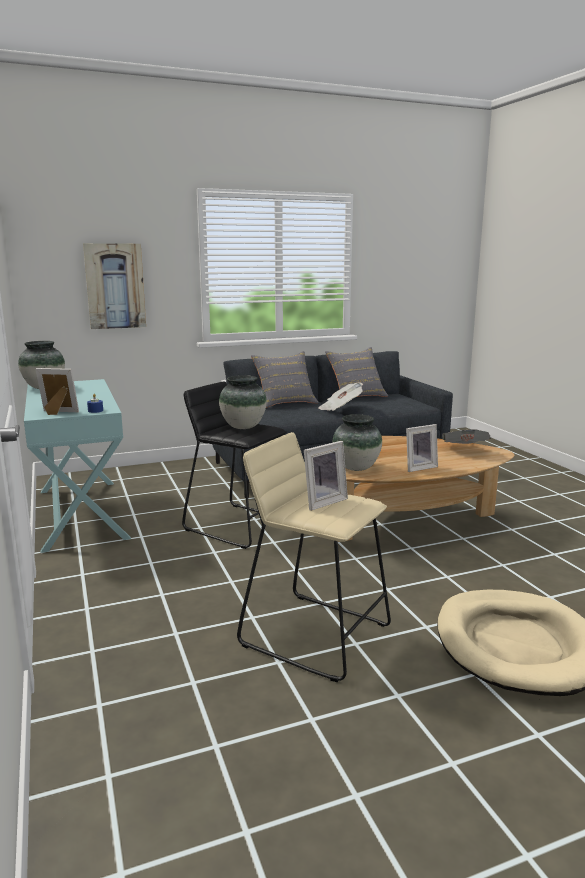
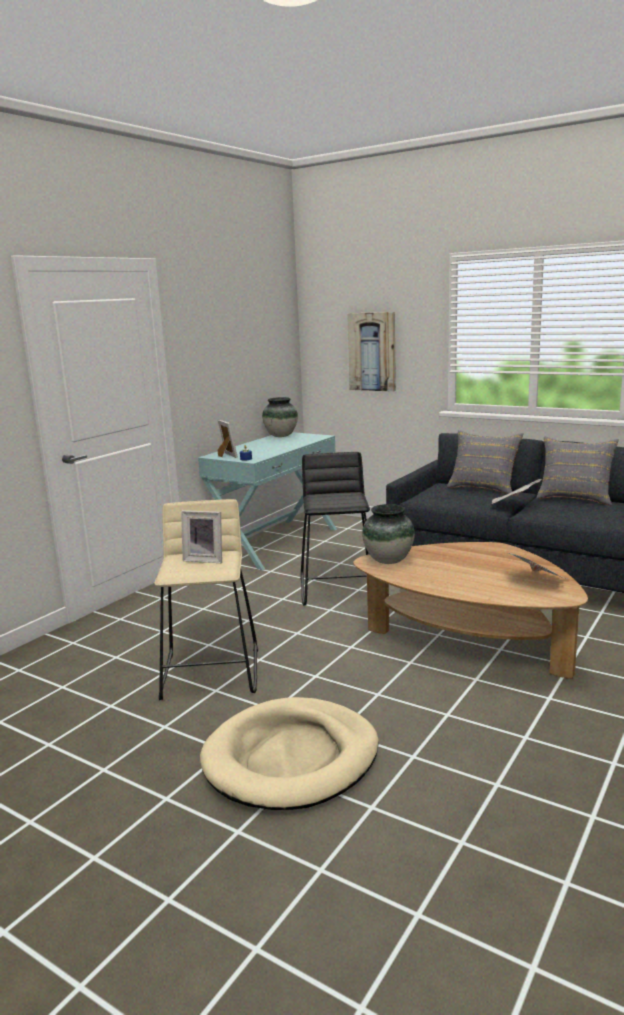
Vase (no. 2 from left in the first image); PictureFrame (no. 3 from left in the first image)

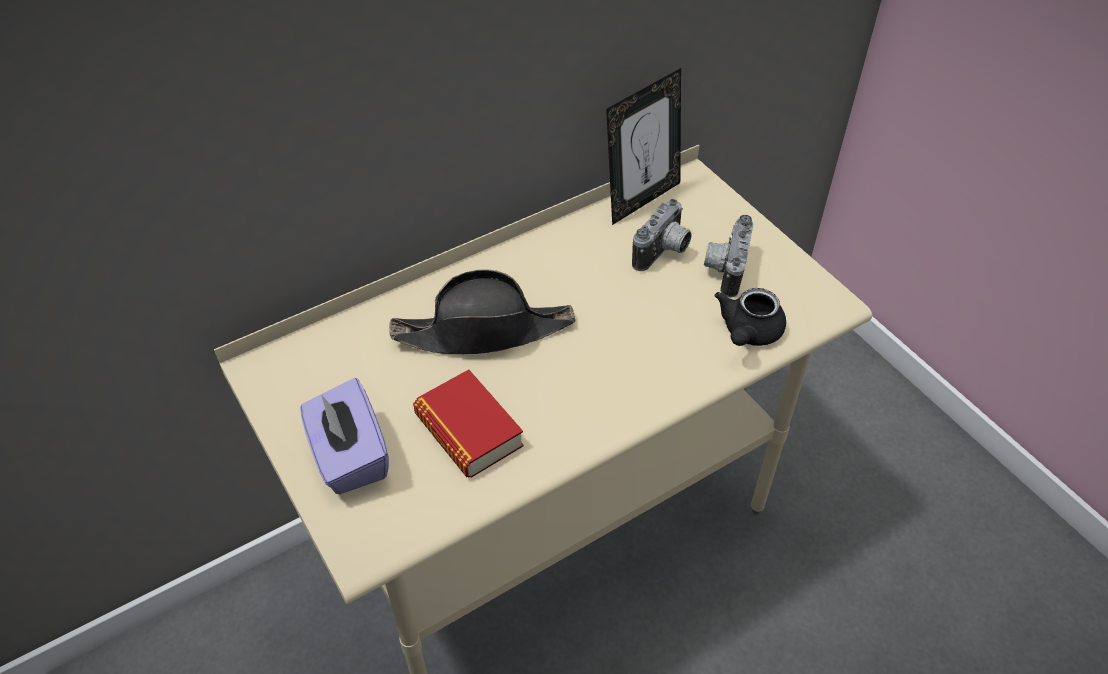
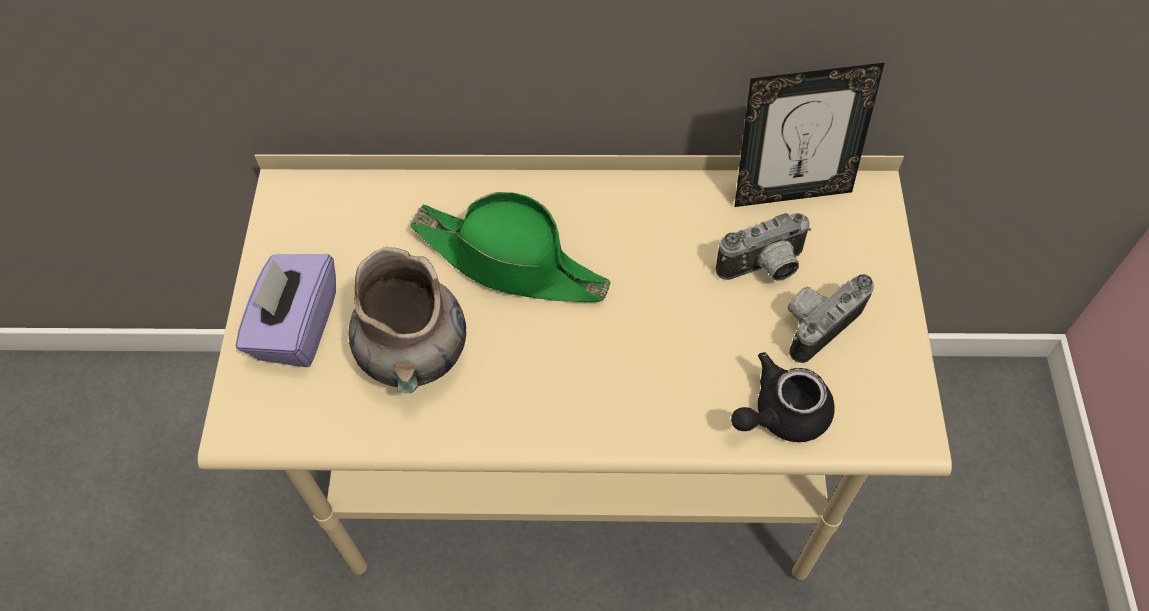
GreenHat; GreyVase

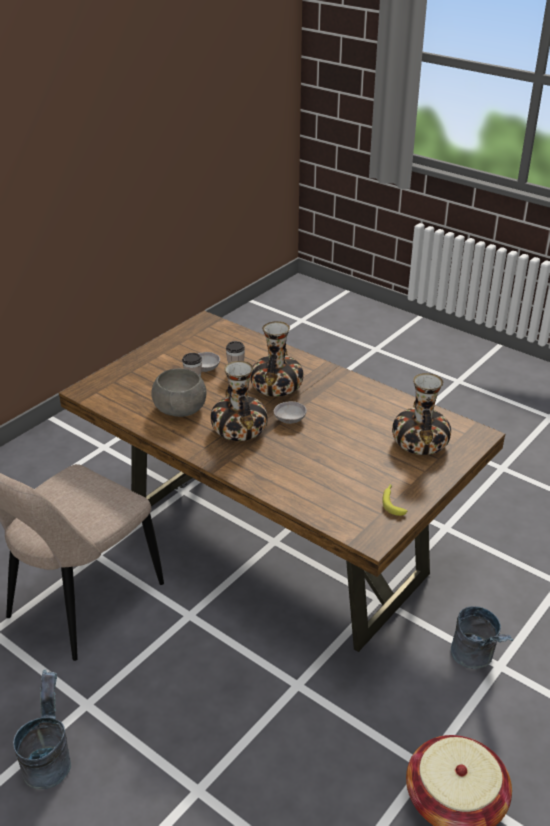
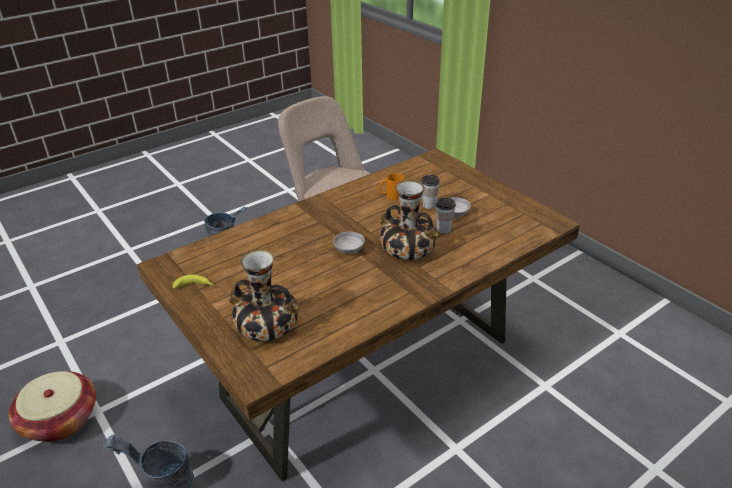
OrangeMug; Vase (no. 1 from left in the first image)

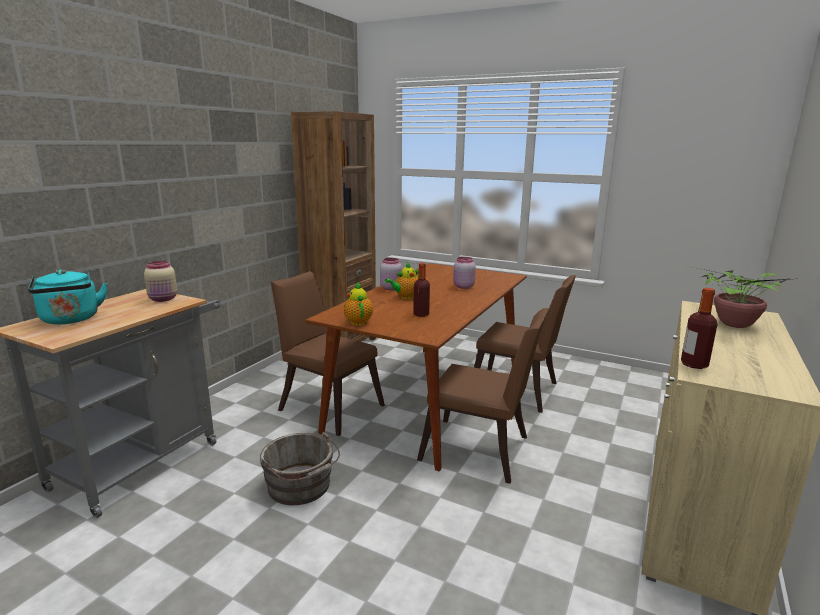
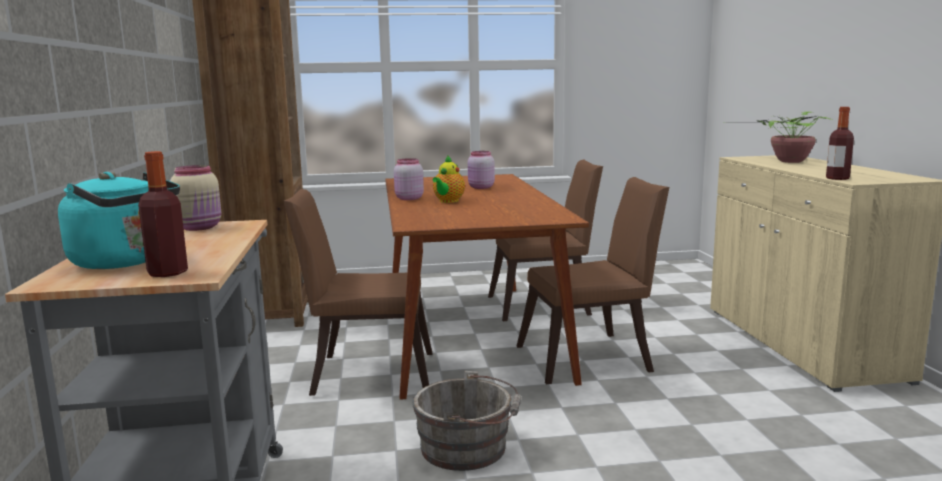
Teapot (no. 1 from left in the first image); Bottle (no. 1 from left)

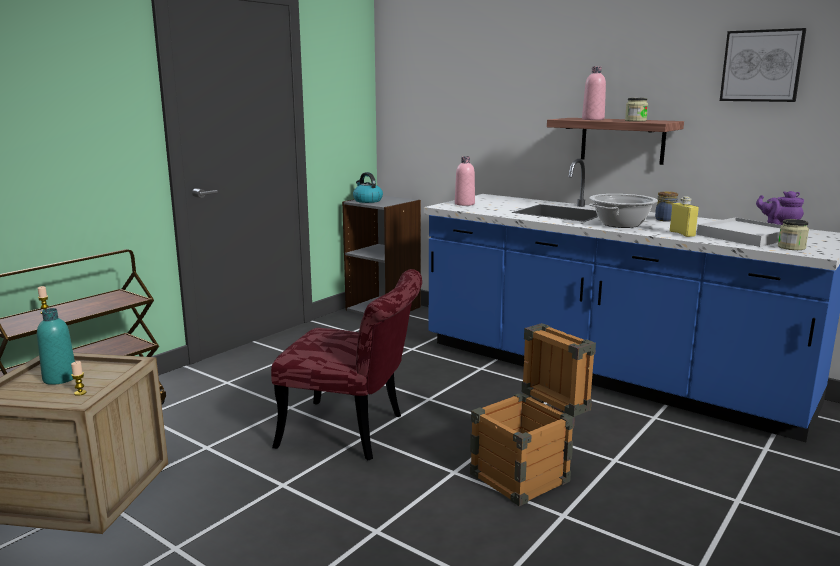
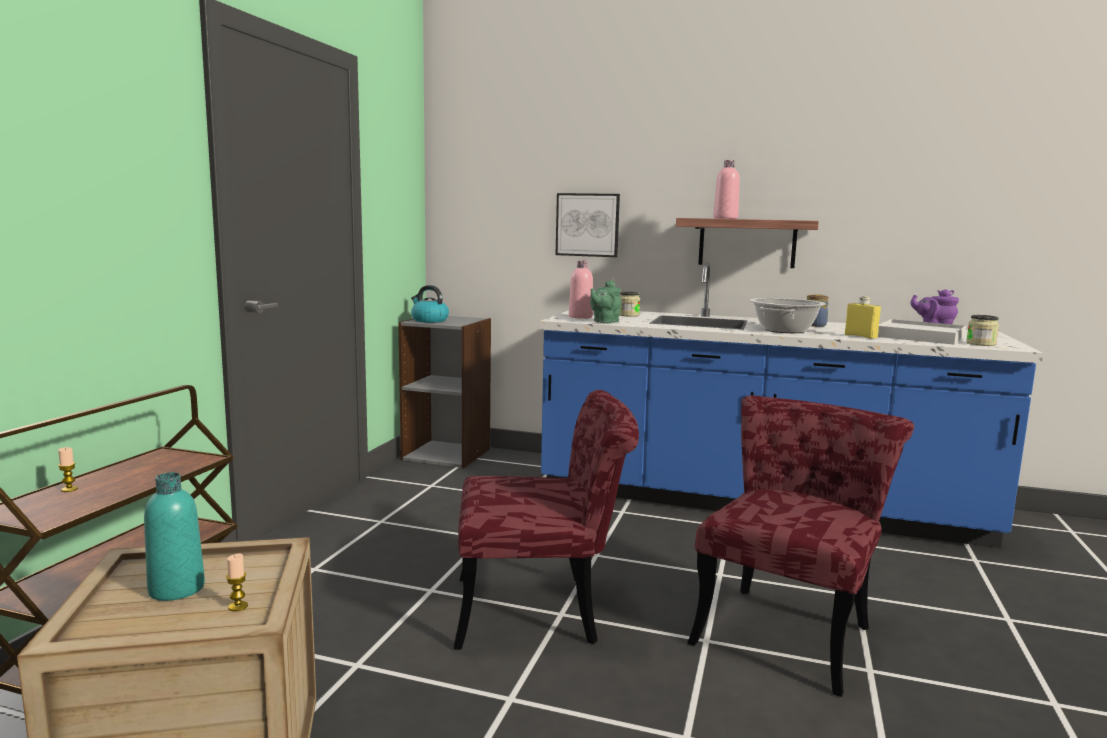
RedChair (no. 2 from left); Jar (no. 1 from left); Picture; GreenTeapot

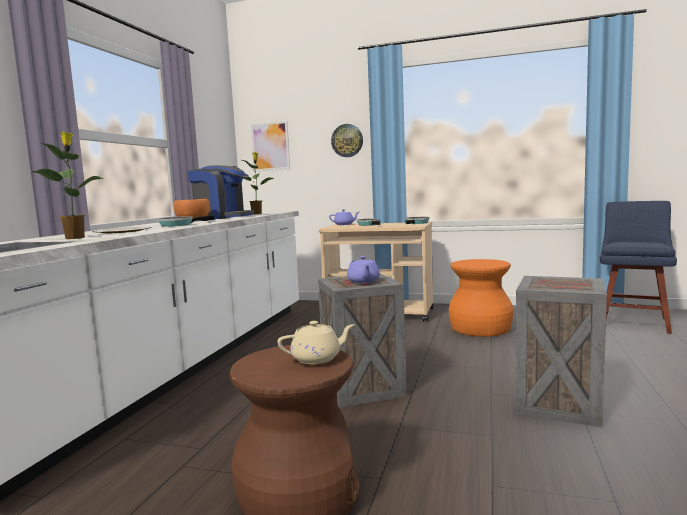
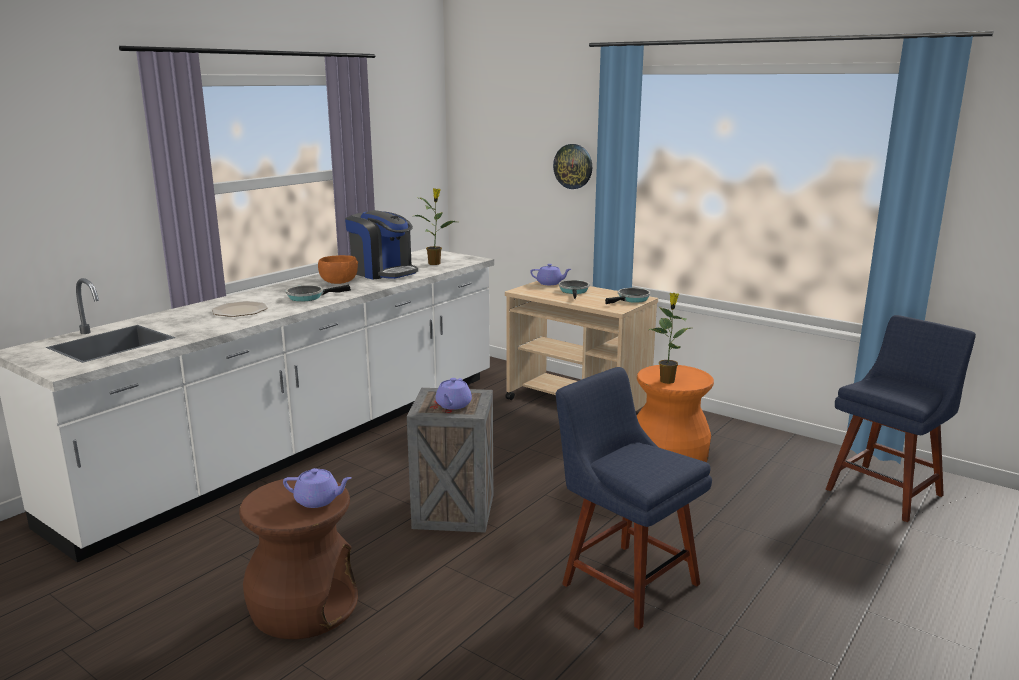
PottedPlant (no. 2 from left); Picture; PurpleTeapot (no. 1 from left); BlueChair (no. 1 from left)

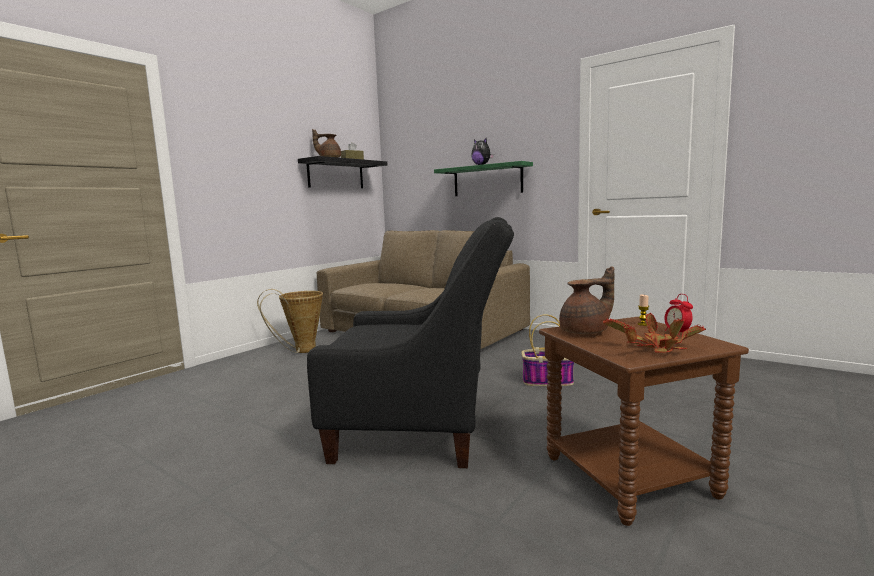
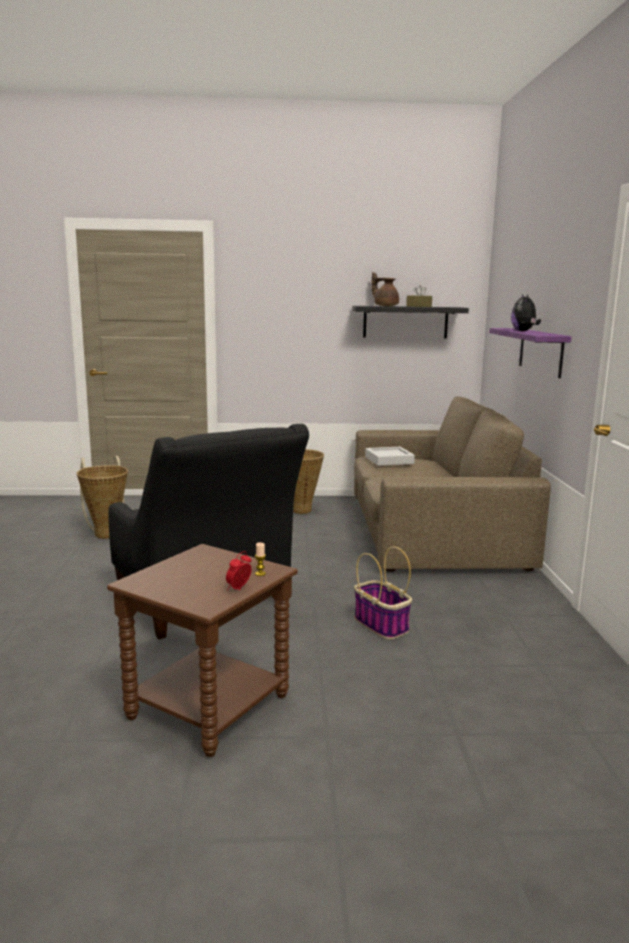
PurpleShelf; BrownTeapot (no. 2 from left in the first image); PottedPlant; Basket (no. 1 from left); GreyTray

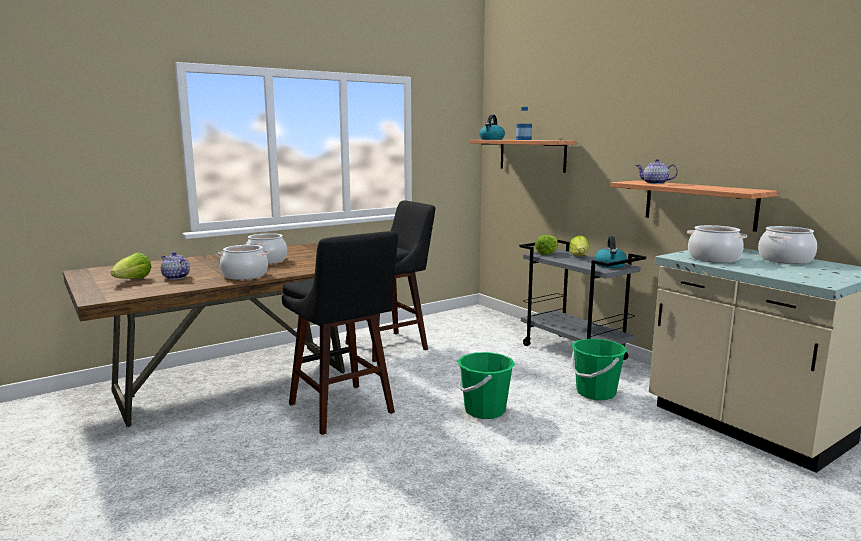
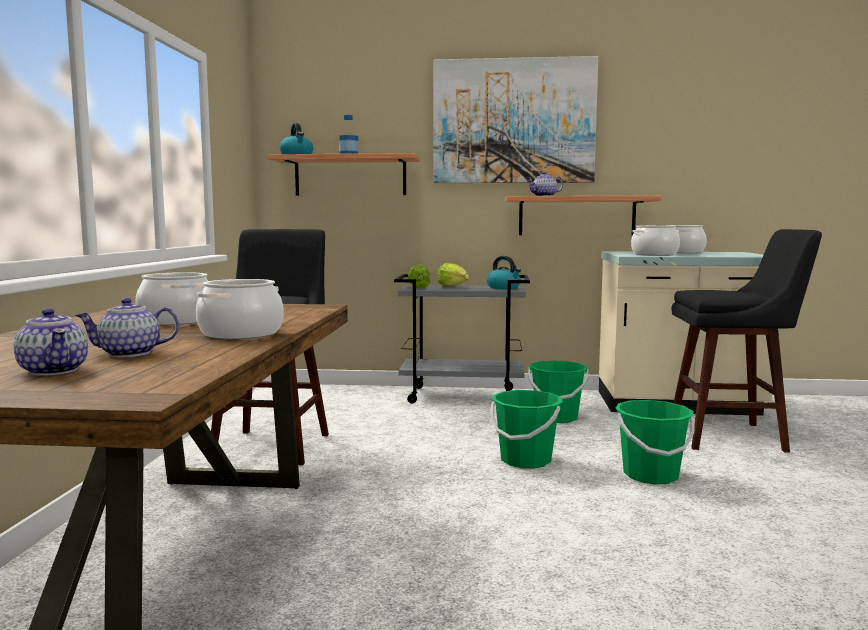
Teapot (no. 1 from left); BlackStool (no. 2 from left); Picture; GreenBucket (no. 3 from left)

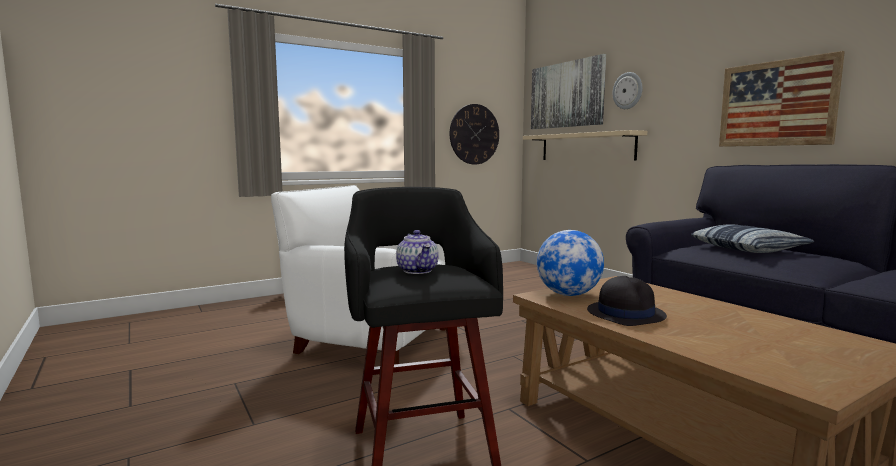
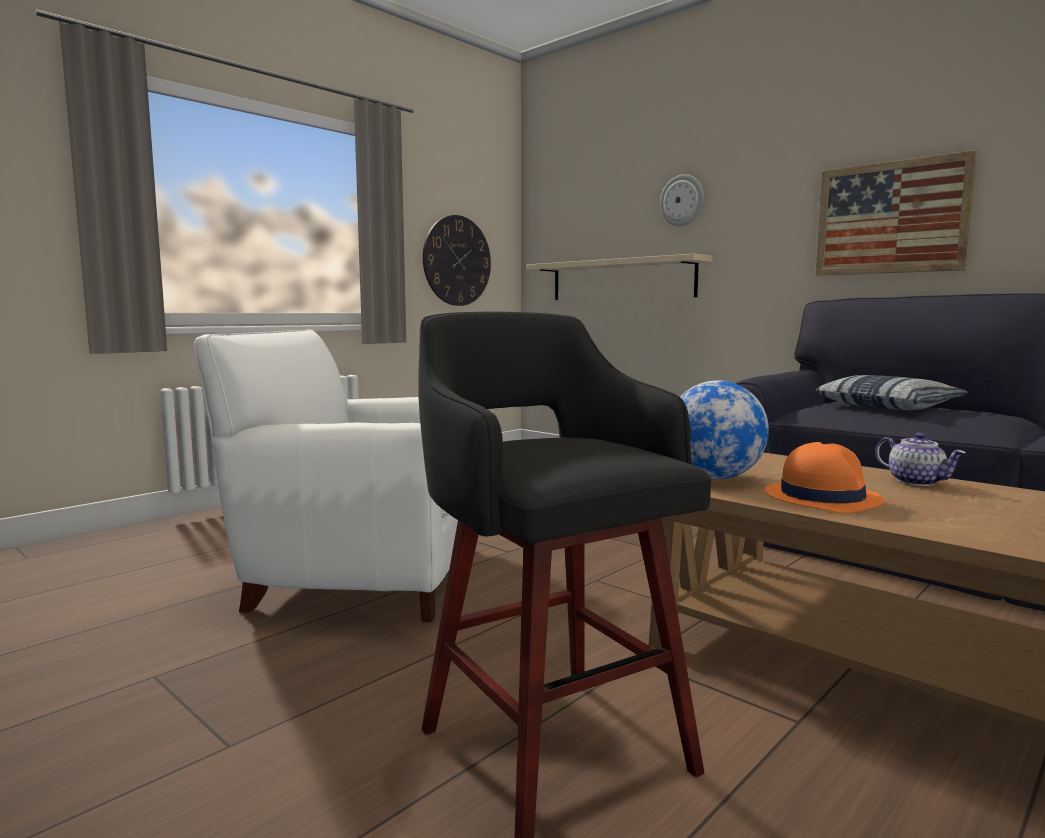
Teapot; Picture (no. 1 from left in the first image); OrangeHat

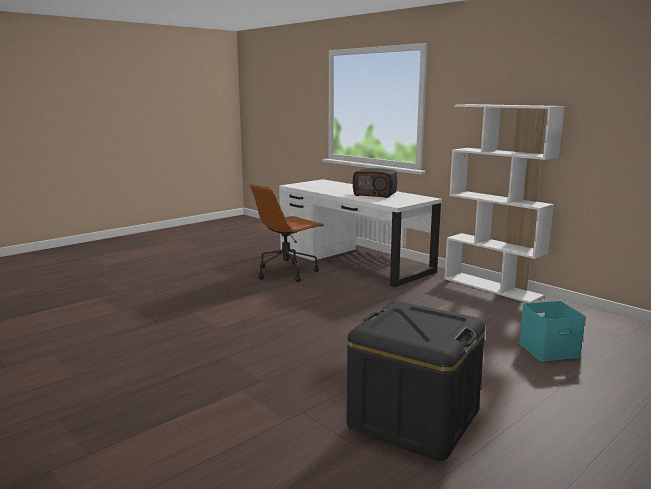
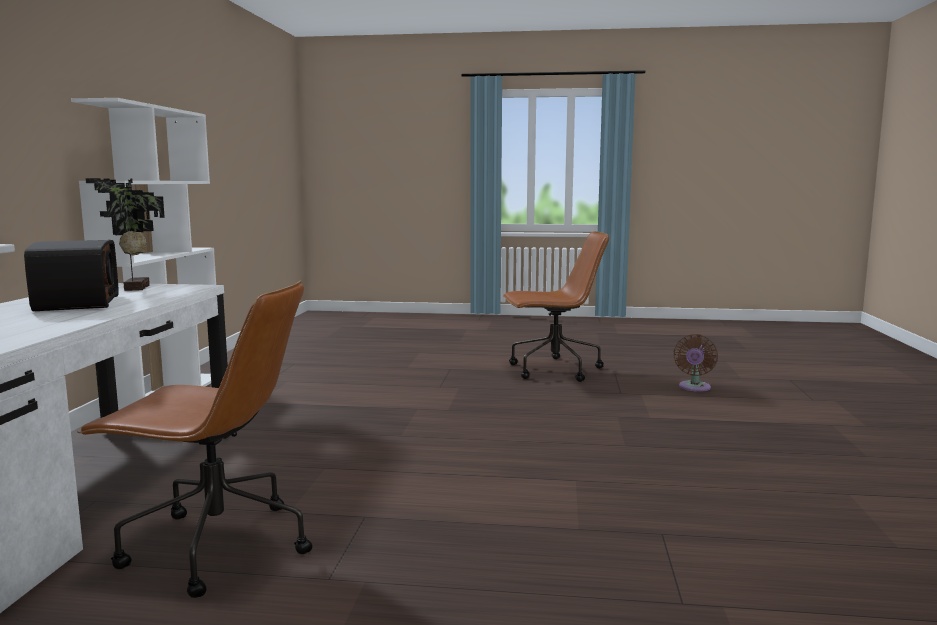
BrownOfficeChair (no. 2 from left); TurquoiseStorageBox; PottedPlant; BrownFan

